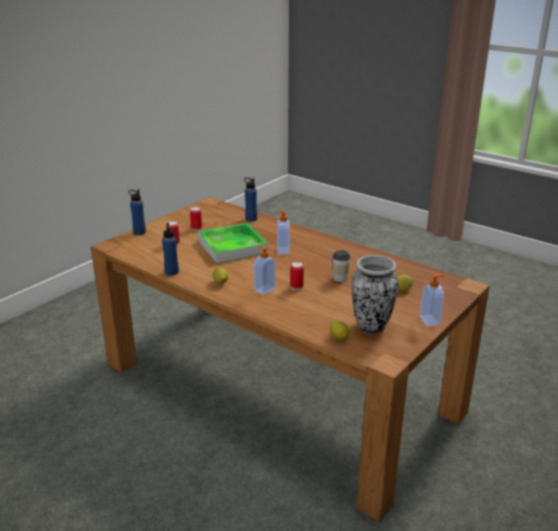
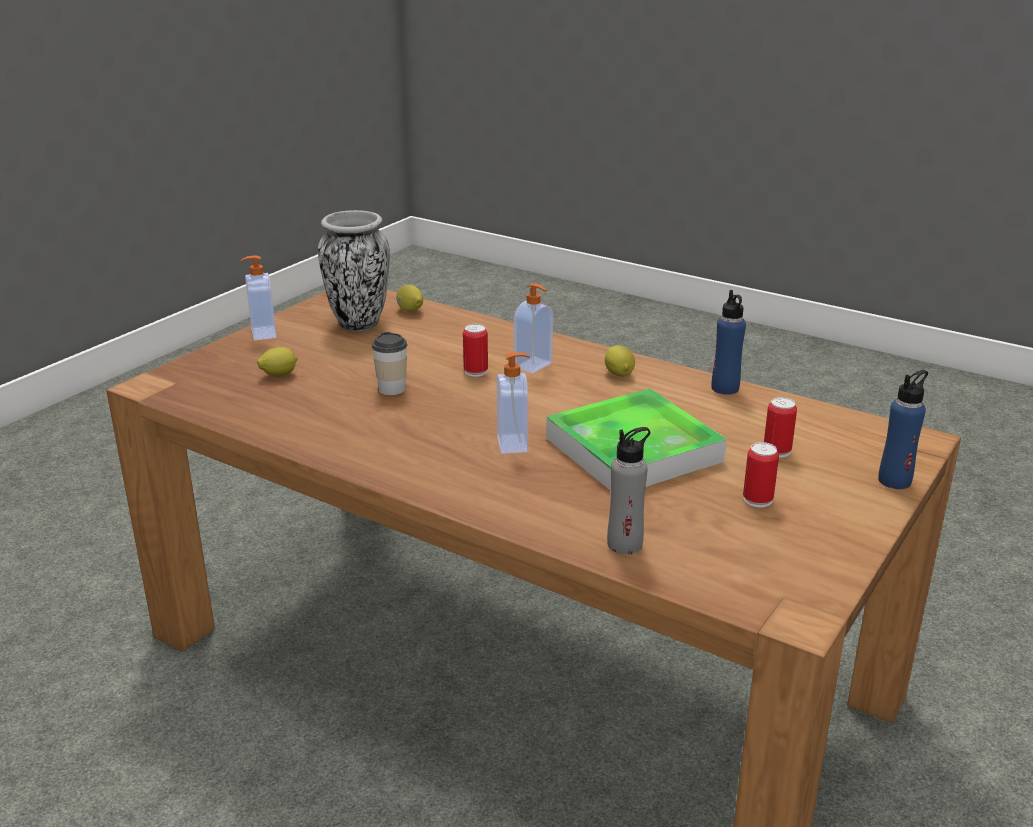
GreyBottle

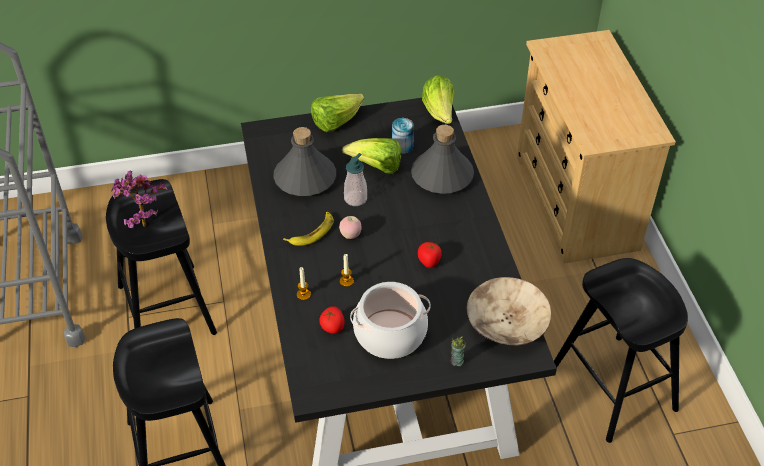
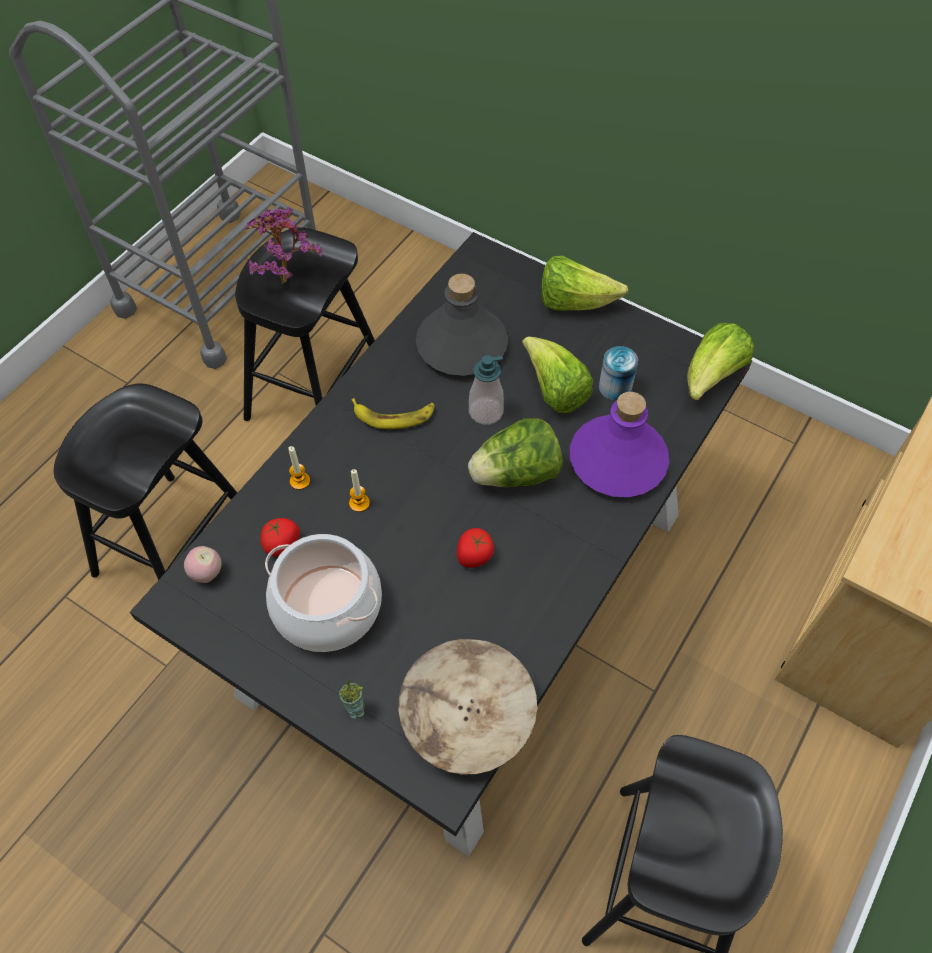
Apple; PurpleBottle; Lettuce (no. 1 from left)

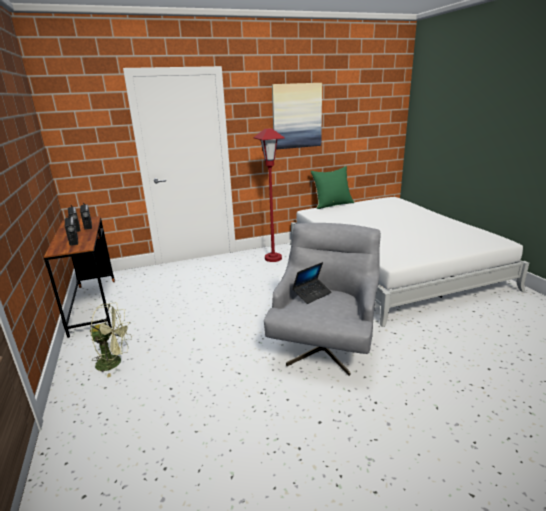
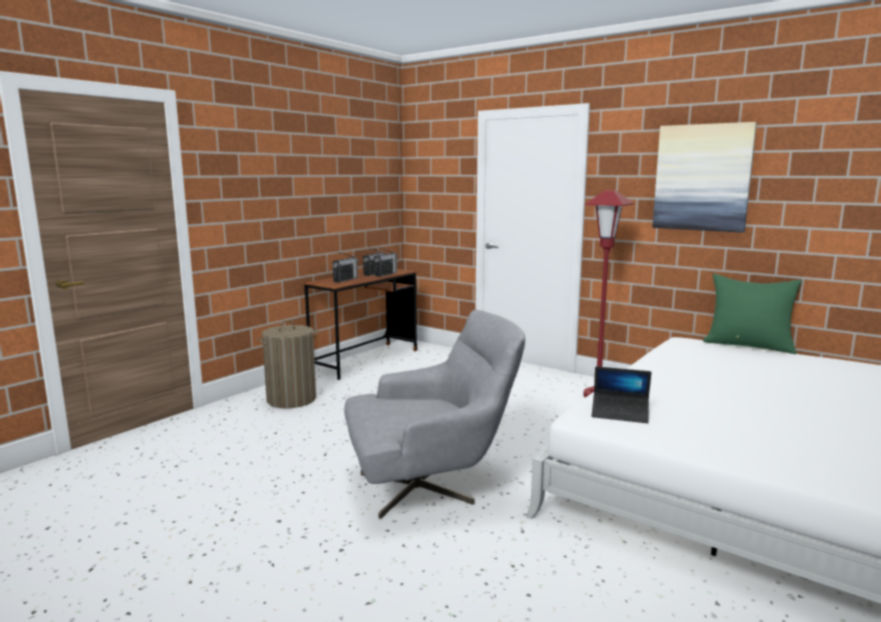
LaundryBasket; Laptop

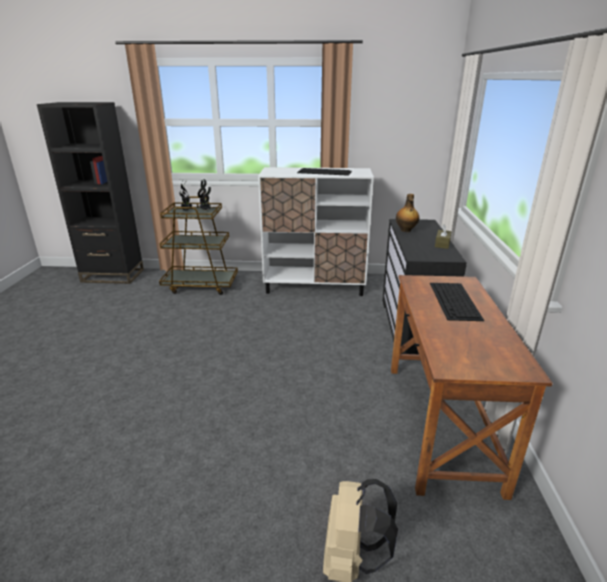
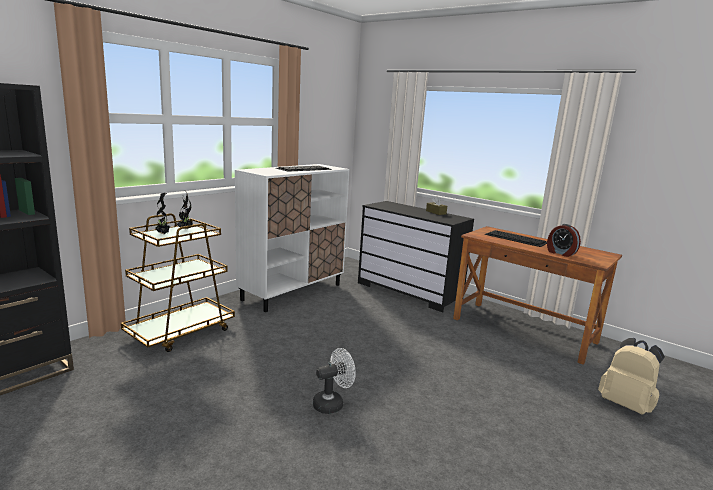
Bottle; WhiteFan; AlarmClock

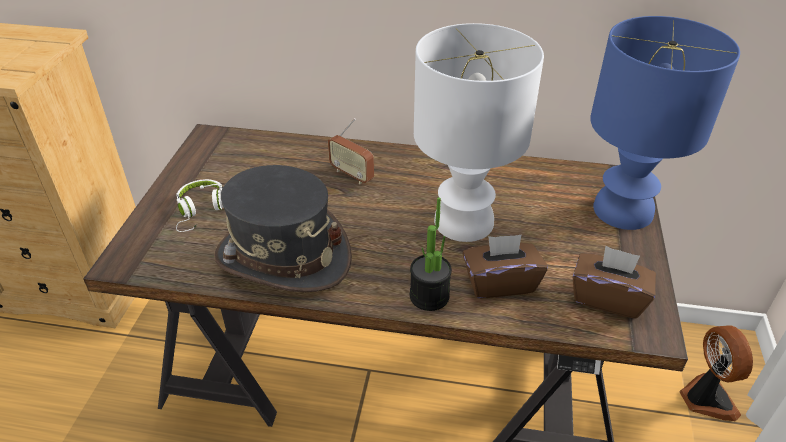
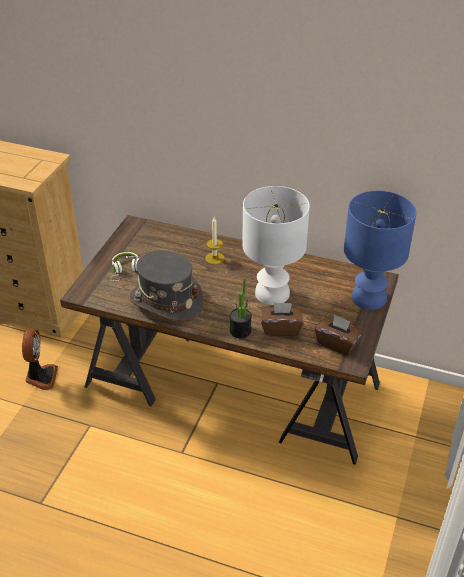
Candle; Fan

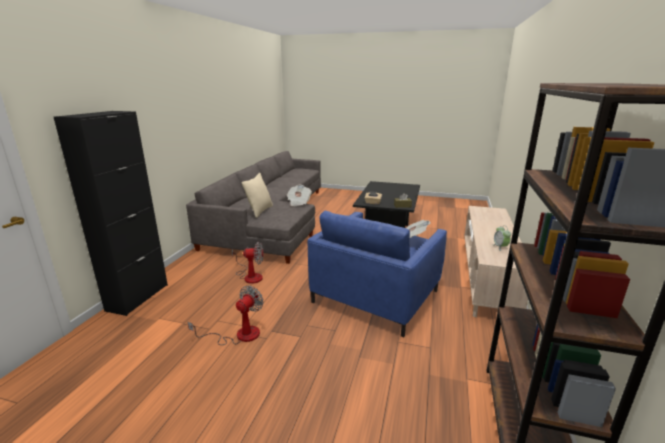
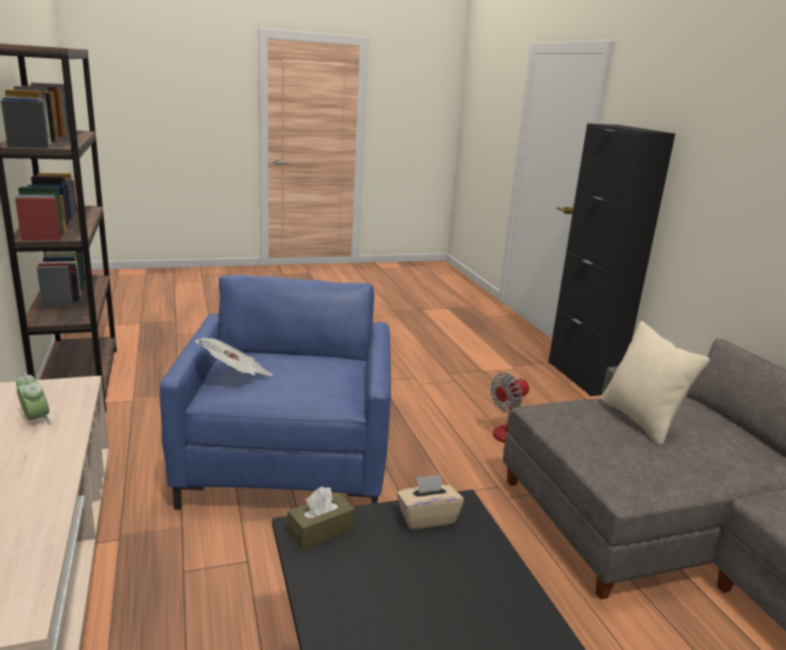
Fan (no. 1 from left in the first image); Newspaper (no. 1 from left in the first image)

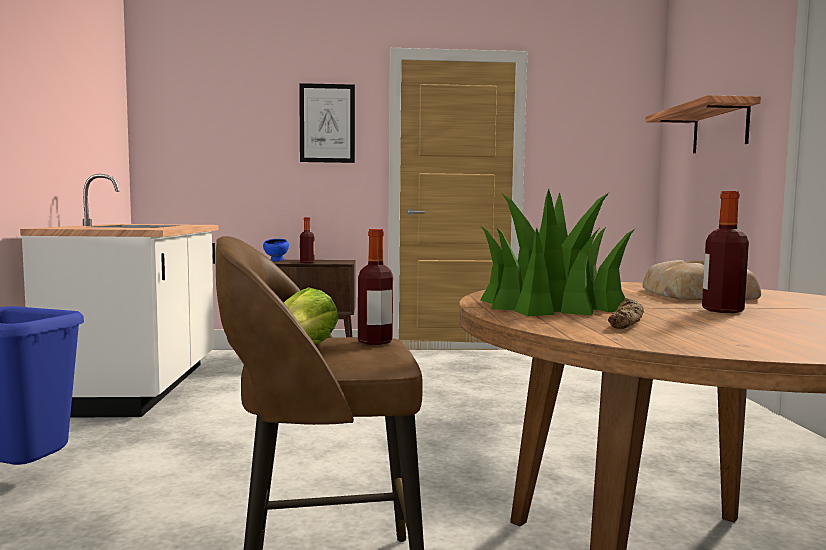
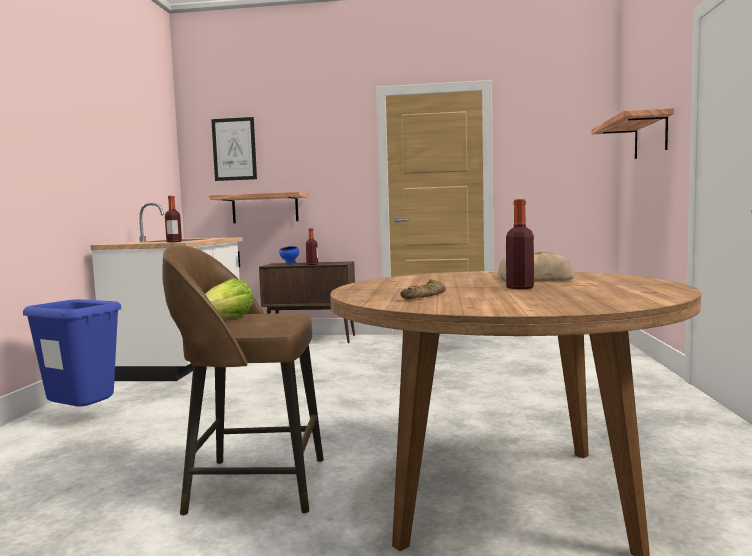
Picture; Bottle (no. 1 from left); PottedPlant; Shelf (no. 1 from left)

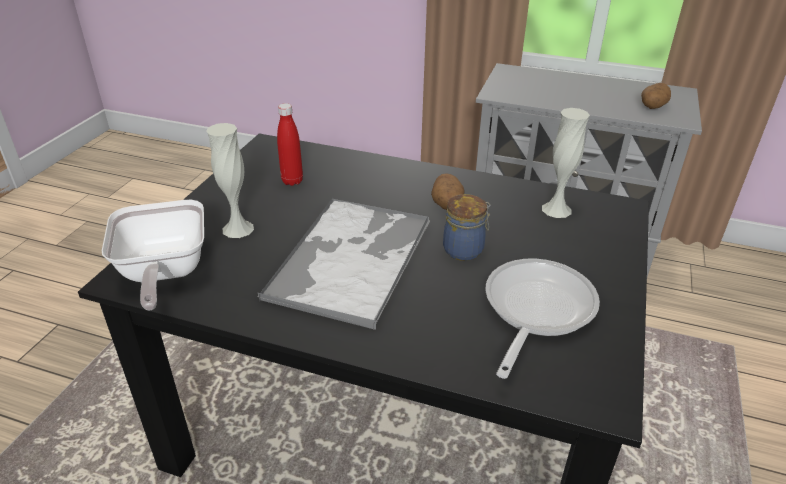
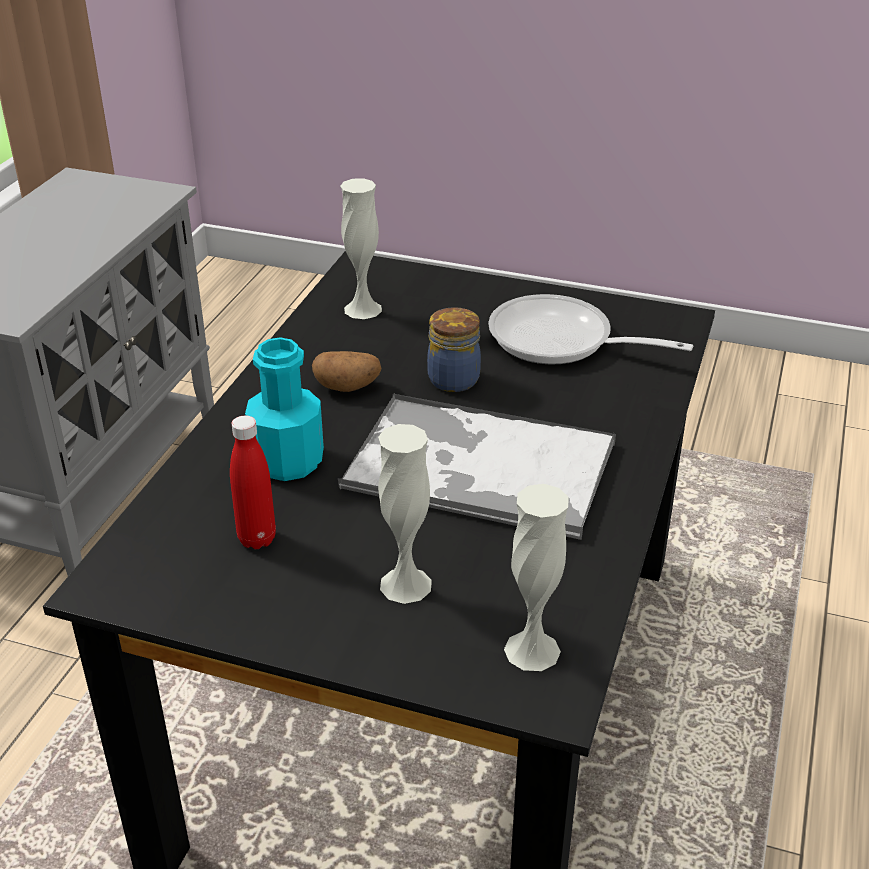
WhiteVase (no. 3 from left); Potato (no. 2 from left in the first image); TurquoiseBottle

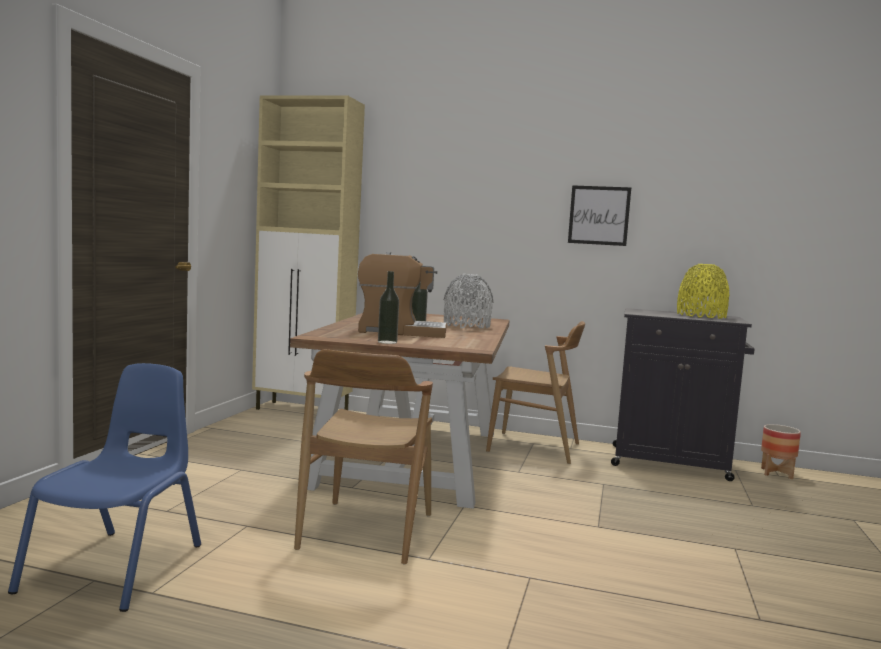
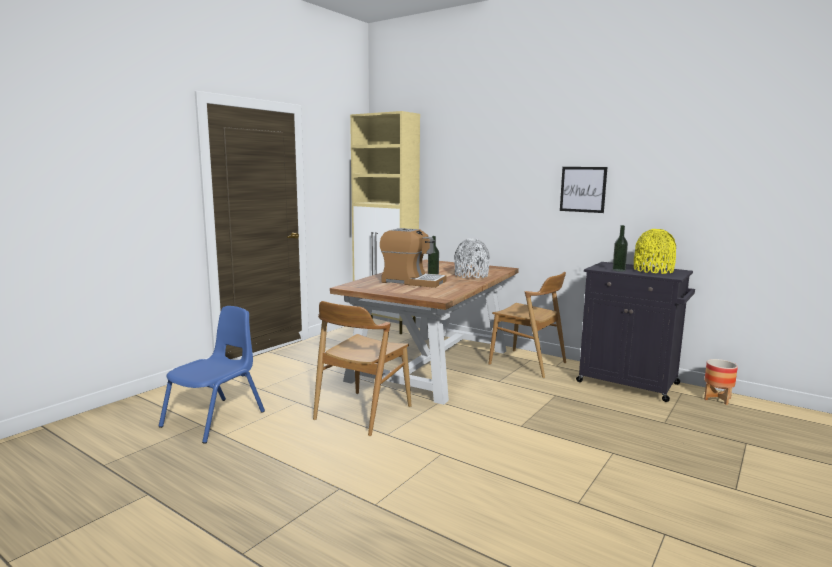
Bottle (no. 2 from left)

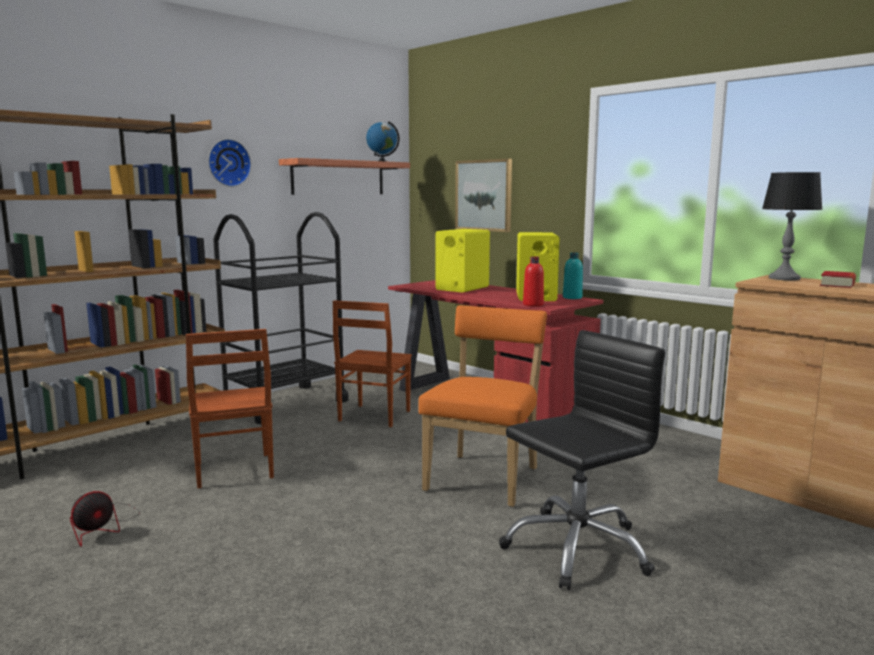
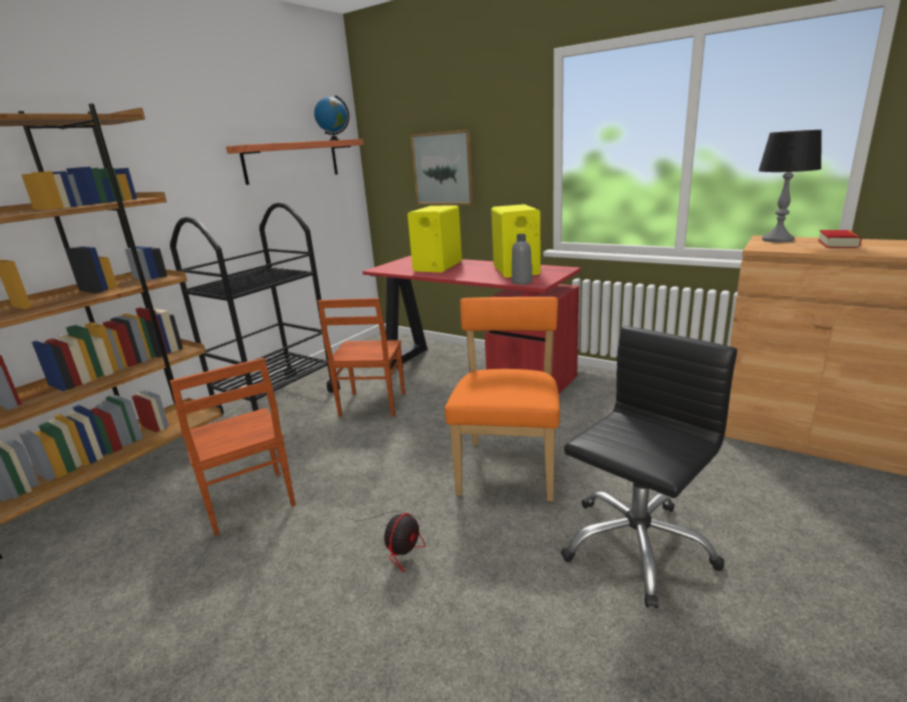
Fan; WallClock; GreyBottle; TurquoiseBottle

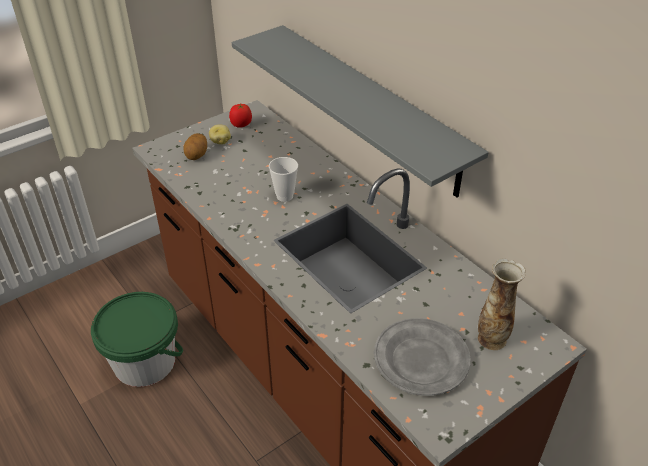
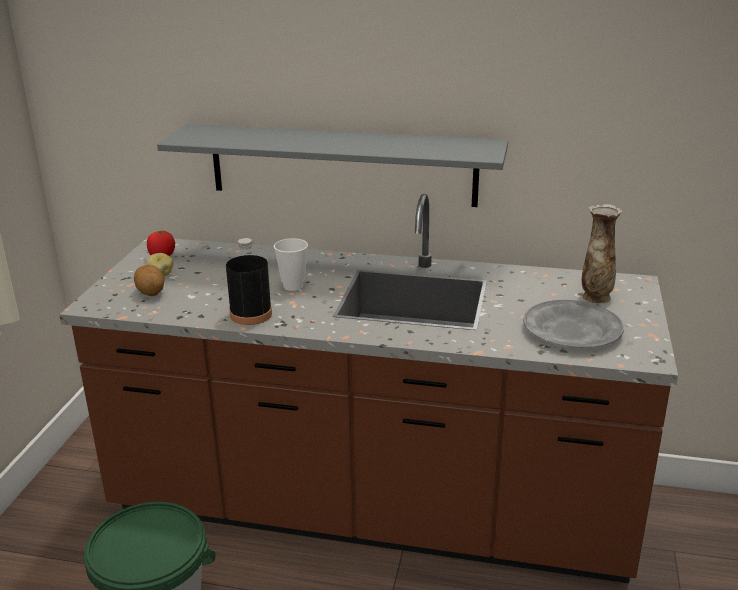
BlackBottle

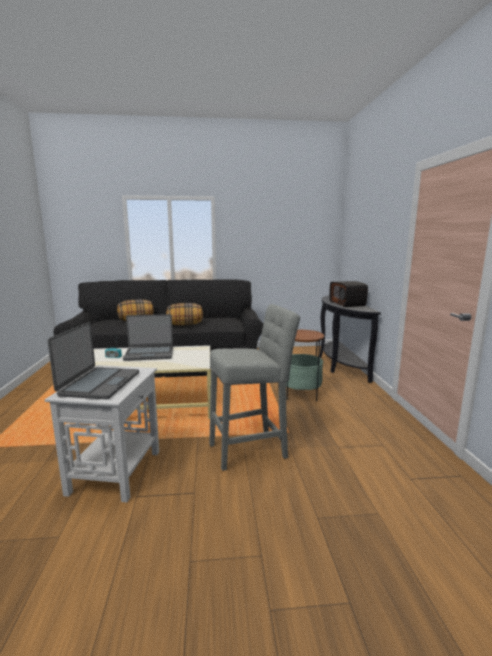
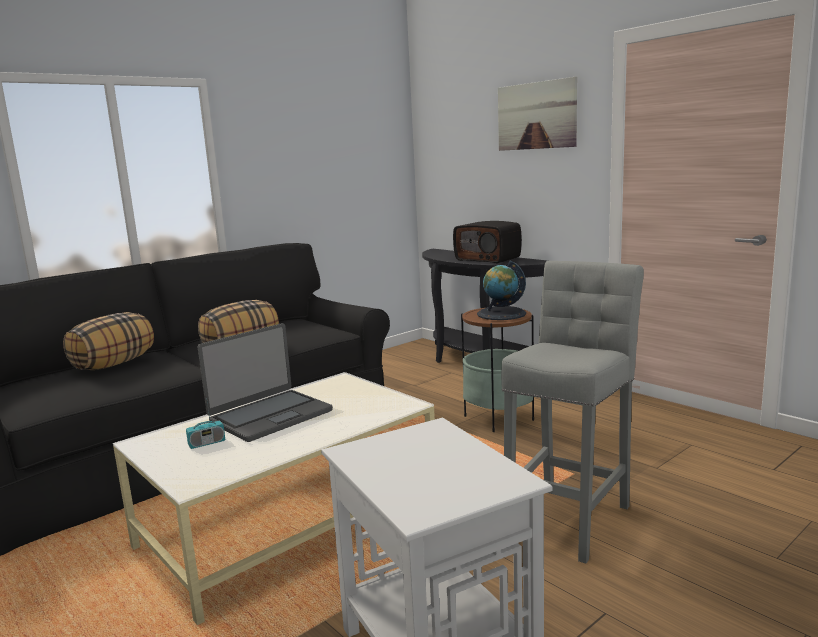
Laptop (no. 1 from left in the first image); Globe; Picture

